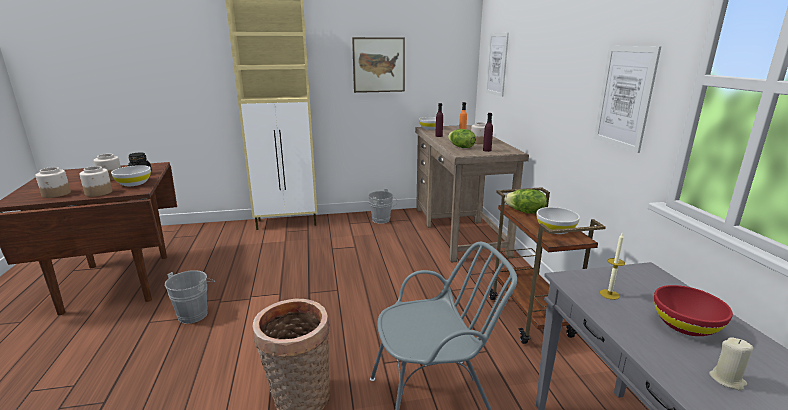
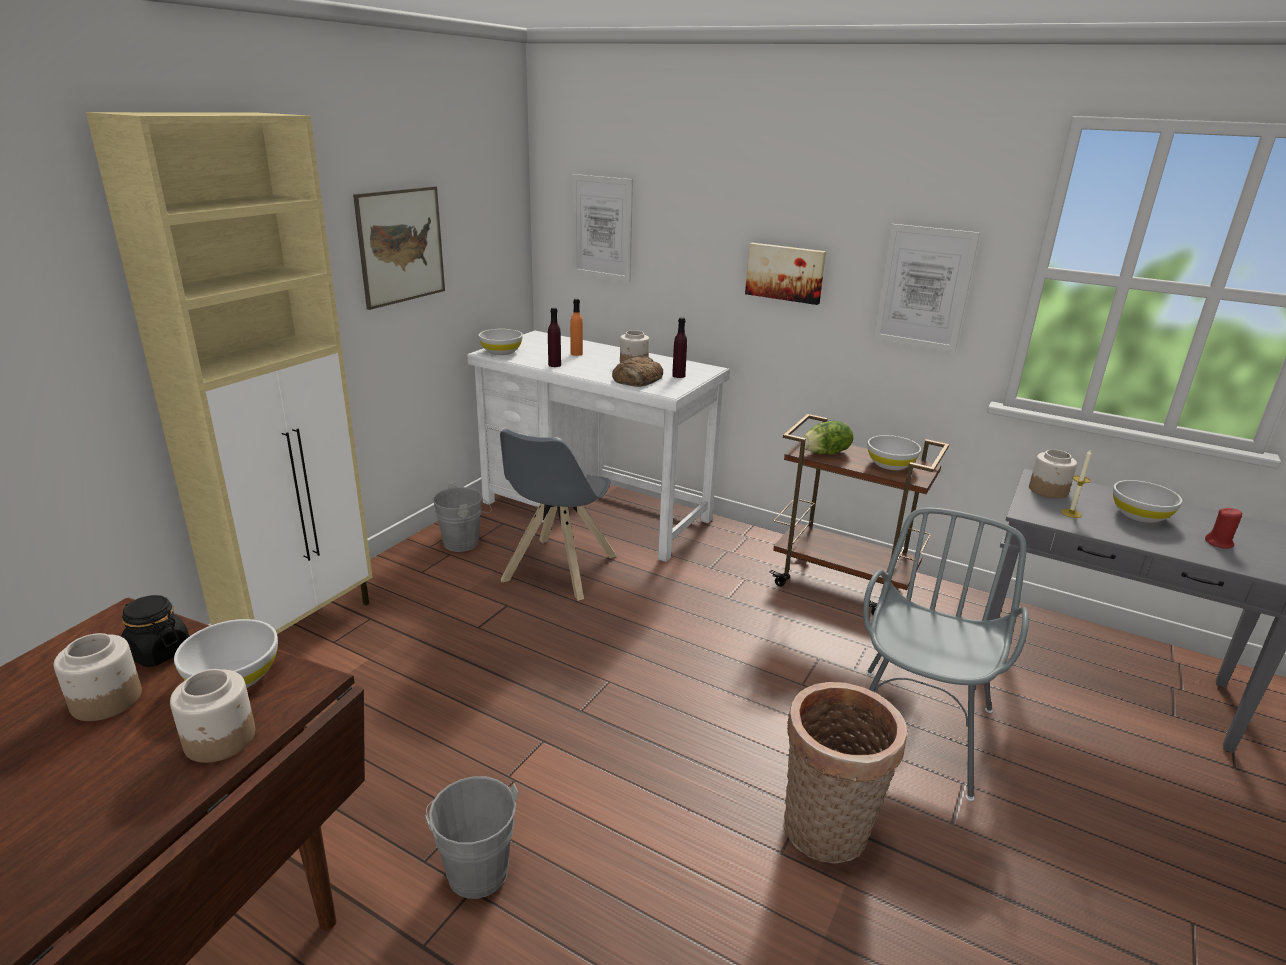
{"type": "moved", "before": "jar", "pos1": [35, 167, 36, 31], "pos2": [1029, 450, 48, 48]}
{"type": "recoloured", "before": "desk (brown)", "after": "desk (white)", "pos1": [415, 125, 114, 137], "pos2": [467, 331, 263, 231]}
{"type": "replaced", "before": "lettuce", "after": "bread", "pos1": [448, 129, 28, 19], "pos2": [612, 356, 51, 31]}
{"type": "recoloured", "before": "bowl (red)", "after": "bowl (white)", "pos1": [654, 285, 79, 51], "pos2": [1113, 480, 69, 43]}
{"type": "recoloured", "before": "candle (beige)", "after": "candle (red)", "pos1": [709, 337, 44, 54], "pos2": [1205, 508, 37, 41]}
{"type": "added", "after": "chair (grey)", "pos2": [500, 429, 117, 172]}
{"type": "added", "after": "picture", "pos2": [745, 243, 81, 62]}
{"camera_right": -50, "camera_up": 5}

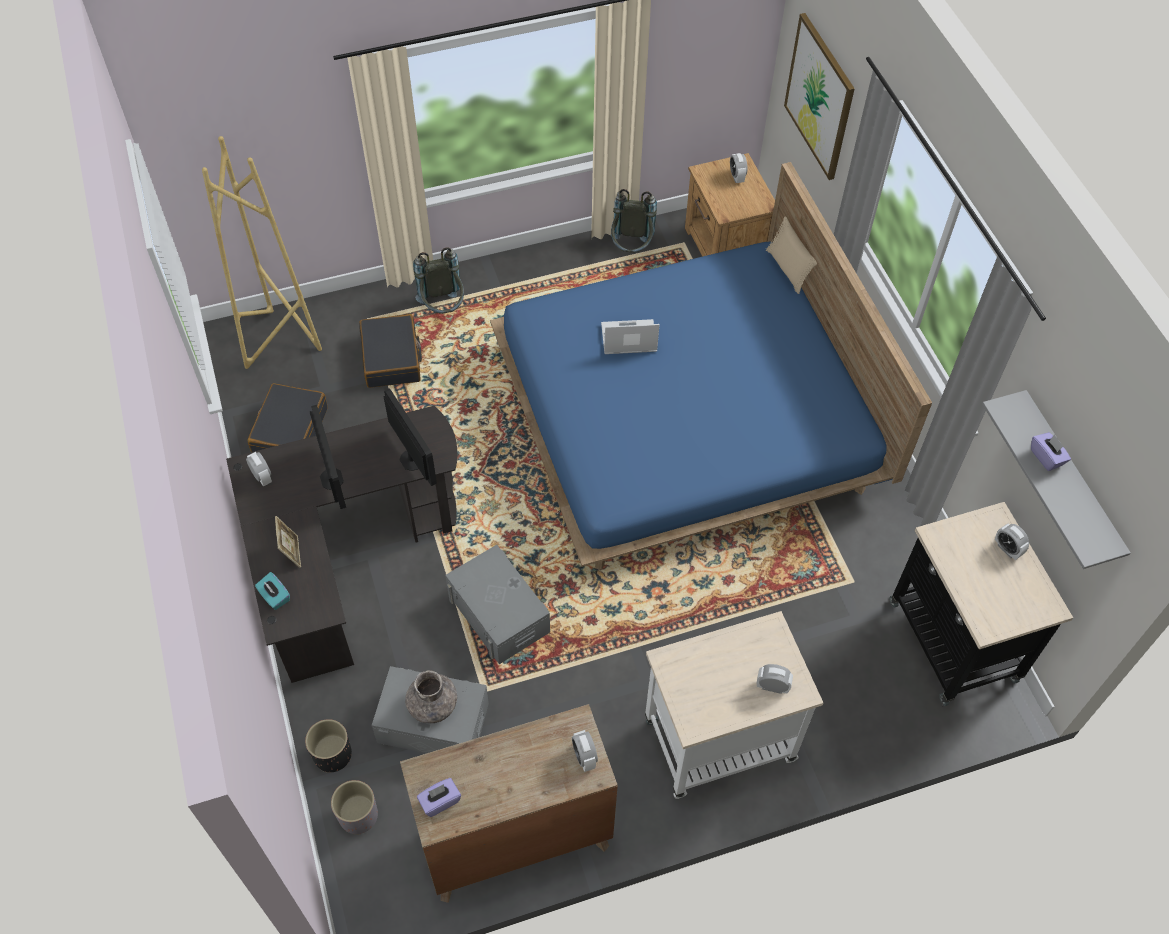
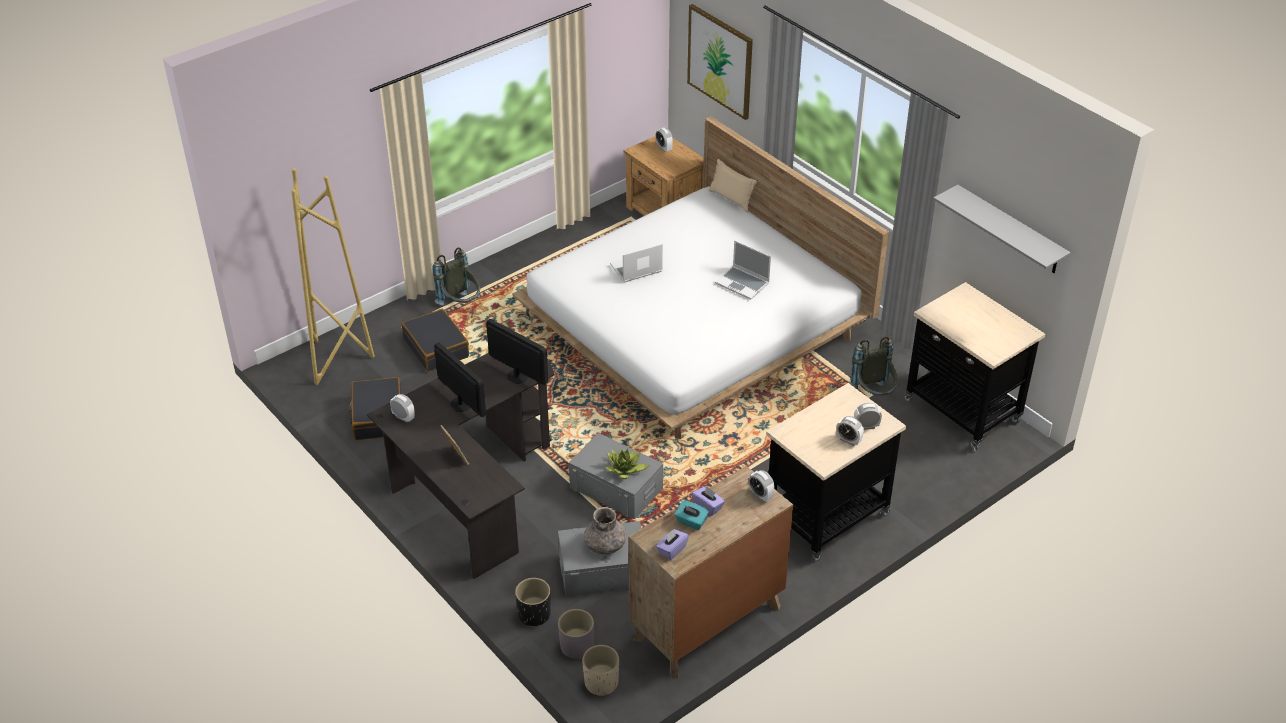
{"type": "moved", "before": "tissue box (turquoise)", "pos1": [255, 572, 35, 38], "pos2": [675, 501, 34, 29]}
{"type": "recoloured", "before": "bed (blue)", "after": "bed (white)", "pos1": [490, 162, 442, 408], "pos2": [512, 116, 377, 323]}
{"type": "moved", "before": "backpack (grey)", "pos1": [610, 189, 47, 64], "pos2": [848, 336, 50, 60]}
{"type": "recoloured", "before": "cart (white)", "after": "cart (black)", "pos1": [645, 611, 178, 188], "pos2": [766, 383, 140, 179]}
{"type": "moved", "before": "alarm clock", "pos1": [995, 523, 34, 37], "pos2": [836, 416, 28, 30]}
{"type": "moved", "before": "tissue box (purple)", "pos1": [1031, 432, 40, 39], "pos2": [692, 486, 33, 30]}
{"type": "added", "after": "planter (beige)", "pos2": [582, 645, 37, 51]}
{"type": "added", "after": "potted plant", "pos2": [606, 448, 43, 31]}
{"type": "added", "after": "laptop", "pos2": [715, 240, 56, 60]}
{"camera_right": -20, "camera_up": -15}

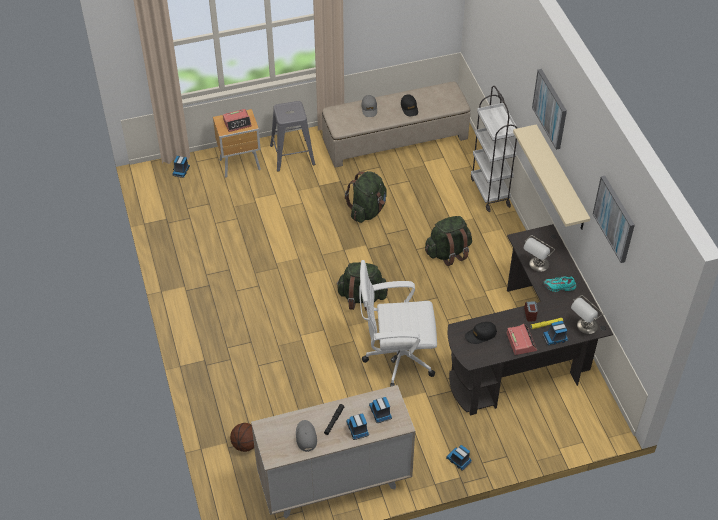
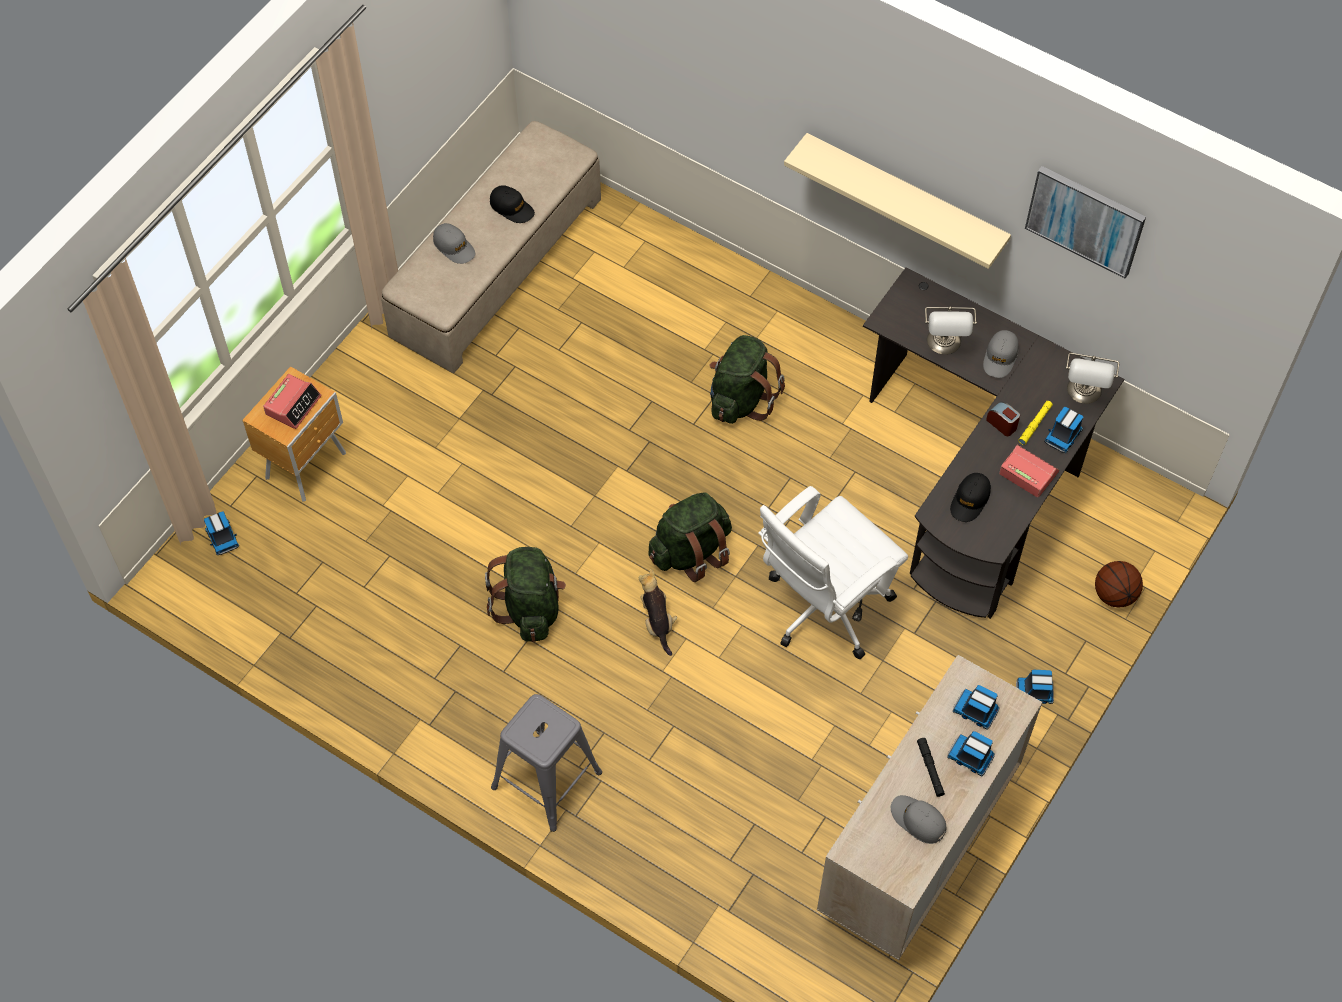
{"type": "moved", "before": "basketball", "pos1": [230, 423, 24, 29], "pos2": [1095, 561, 48, 46]}
{"type": "moved", "before": "stool (grey)", "pos1": [270, 101, 45, 71], "pos2": [491, 694, 111, 138]}
{"type": "moved", "before": "backpack (green)", "pos1": [345, 171, 42, 52], "pos2": [485, 547, 81, 95]}
{"type": "removed", "before": "cart (white)", "pos1": [471, 86, 46, 126]}
{"type": "removed", "before": "picture", "pos1": [532, 69, 35, 81]}
{"type": "replaced", "before": "shoe (turquoise)", "after": "cap (grey)", "pos1": [544, 276, 32, 16], "pos2": [983, 330, 36, 48]}
{"type": "added", "after": "plush toy", "pos2": [639, 569, 38, 87]}
{"camera_right": -40, "camera_up": 10}

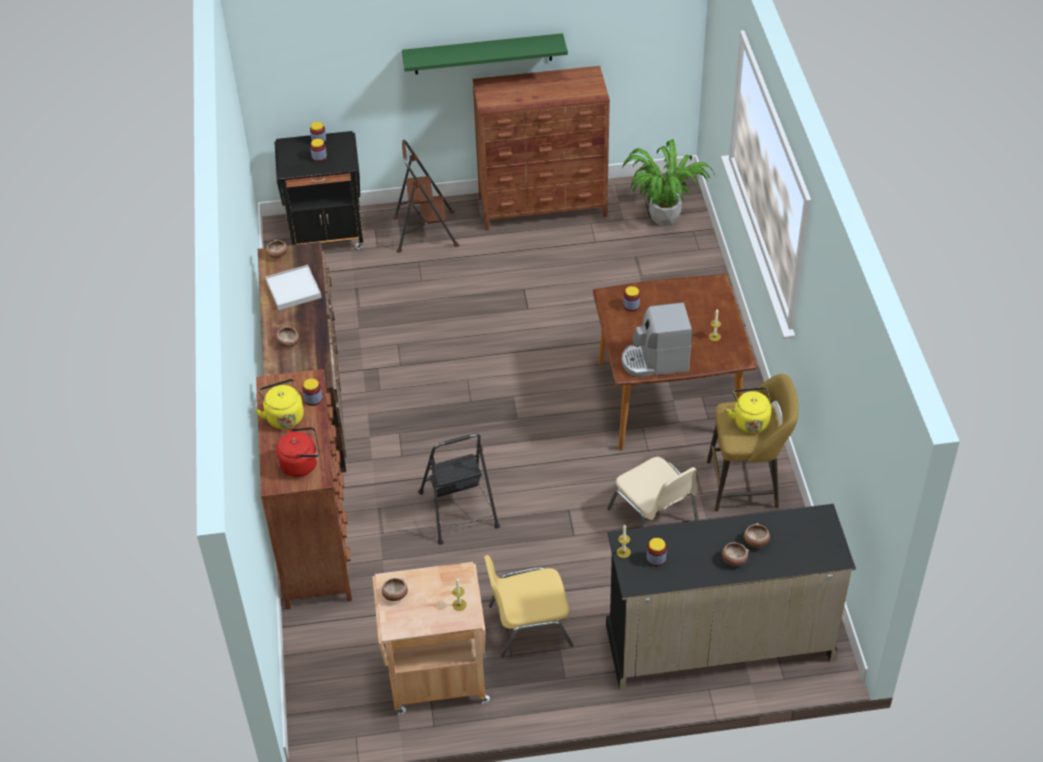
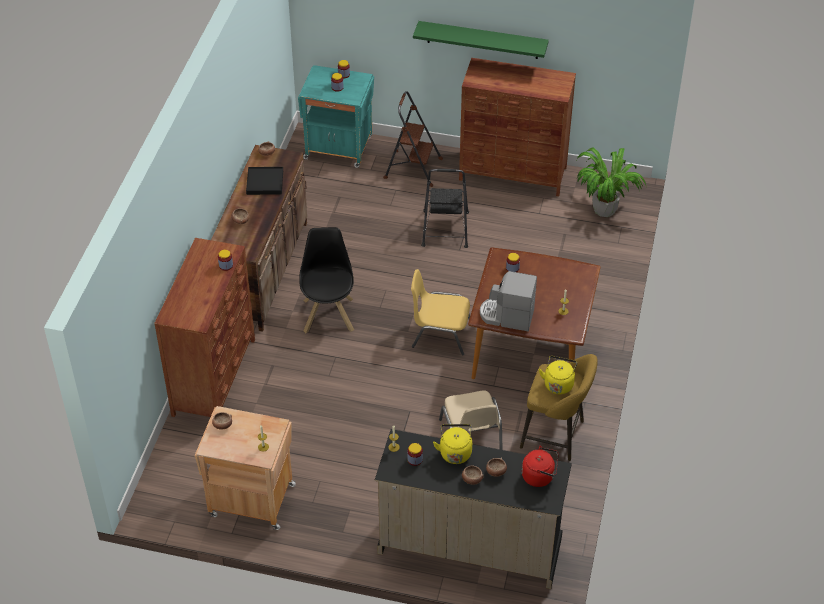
{"type": "moved", "before": "kettle (yellow)", "pos1": [255, 379, 49, 50], "pos2": [433, 424, 39, 40]}
{"type": "recoloured", "before": "tray (white)", "after": "tray (black)", "pos1": [265, 265, 57, 45], "pos2": [246, 167, 37, 28]}
{"type": "recoloured", "before": "cart (black)", "after": "cart (turquoise)", "pos1": [274, 131, 90, 118], "pos2": [298, 65, 76, 103]}
{"type": "moved", "before": "kettle (red)", "pos1": [276, 427, 43, 50], "pos2": [522, 446, 37, 41]}
{"type": "moved", "before": "step ladder (black)", "pos1": [418, 434, 82, 111], "pos2": [421, 169, 48, 79]}
{"type": "moved", "before": "chair (yellow)", "pos1": [484, 555, 89, 103], "pos2": [411, 269, 59, 87]}
{"type": "added", "after": "chair (black)", "pos2": [299, 227, 55, 106]}
{"camera_right": 20, "camera_up": 0}

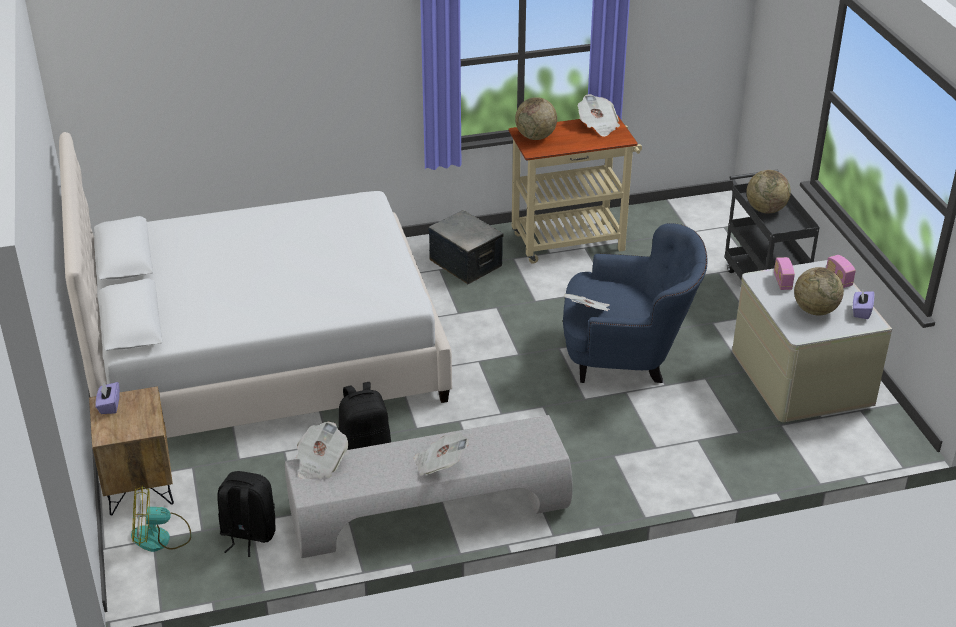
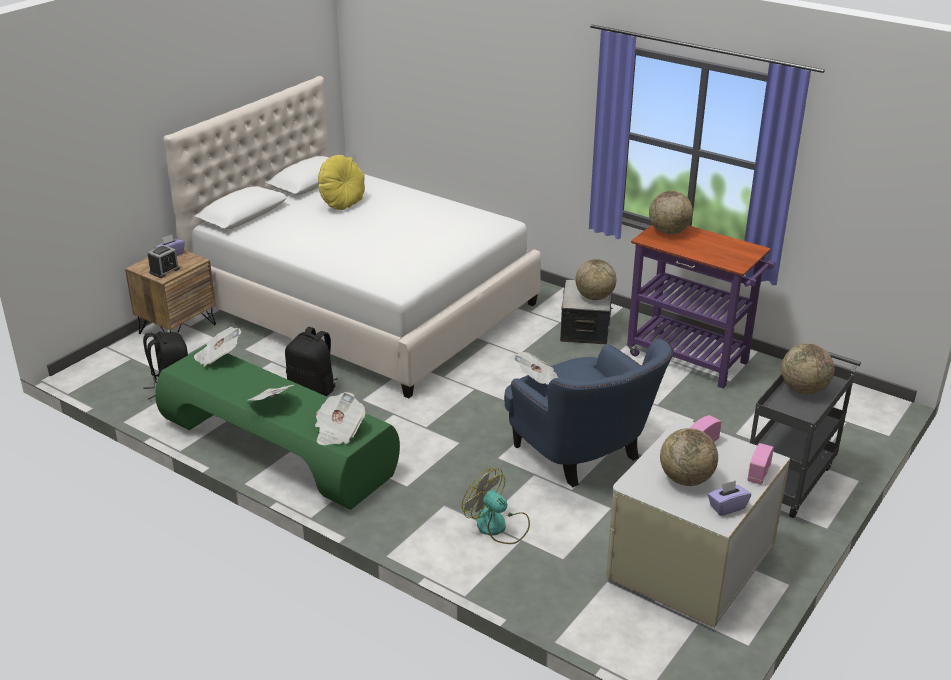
{"type": "moved", "before": "fan", "pos1": [131, 485, 61, 67], "pos2": [462, 468, 68, 76]}
{"type": "recoloured", "before": "bench (grey)", "after": "bench (green)", "pos1": [285, 415, 288, 143], "pos2": [155, 345, 245, 165]}
{"type": "recoloured", "before": "cart (beige)", "after": "cart (purple)", "pos1": [508, 115, 134, 149], "pos2": [627, 225, 147, 164]}
{"type": "moved", "before": "newspaper", "pos1": [578, 94, 42, 43], "pos2": [315, 392, 51, 53]}
{"type": "added", "after": "alarm clock", "pos2": [147, 245, 33, 33]}
{"type": "added", "after": "pillow (yellow)", "pos2": [318, 155, 47, 55]}
{"type": "added", "after": "globe", "pos2": [575, 259, 41, 41]}
{"camera_right": 50, "camera_up": -5}

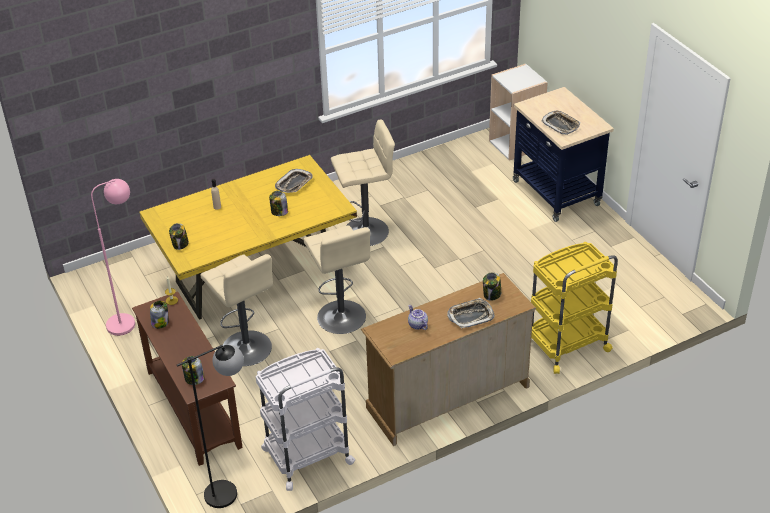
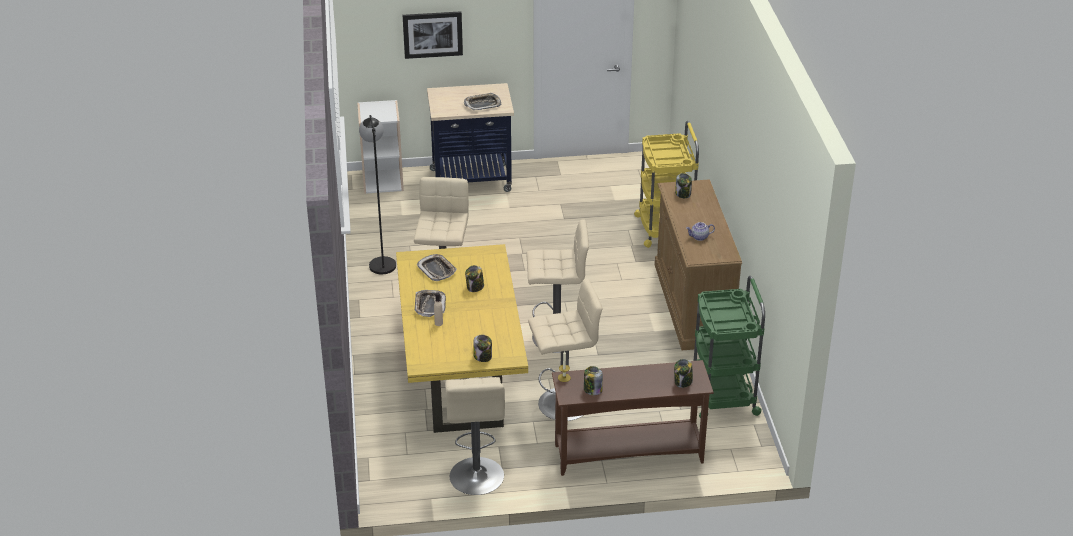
{"type": "replaced", "before": "floor lamp (pink)", "after": "stool (beige)", "pos1": [91, 179, 44, 157], "pos2": [445, 377, 60, 118]}
{"type": "moved", "before": "floor lamp (black)", "pos1": [177, 345, 67, 163], "pos2": [359, 115, 37, 159]}
{"type": "recoloured", "before": "cart (white)", "after": "cart (green)", "pos1": [256, 348, 99, 143], "pos2": [694, 276, 71, 142]}
{"type": "moved", "before": "tray", "pos1": [447, 298, 48, 31], "pos2": [415, 290, 31, 27]}
{"type": "added", "after": "picture", "pos2": [403, 11, 60, 48]}
{"camera_right": -70, "camera_up": -5}

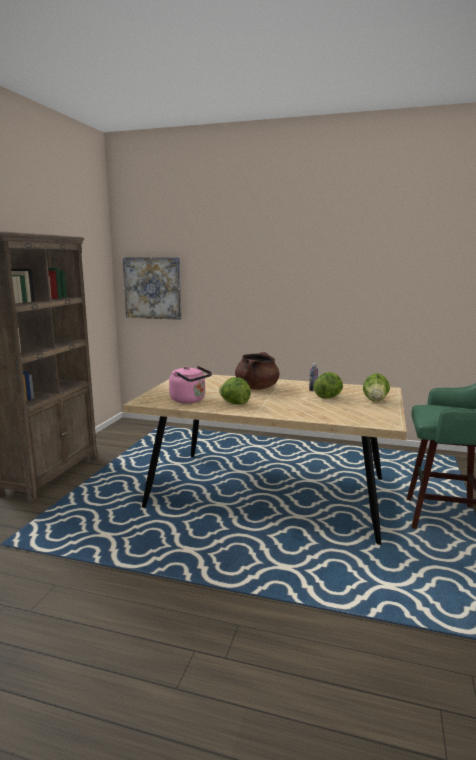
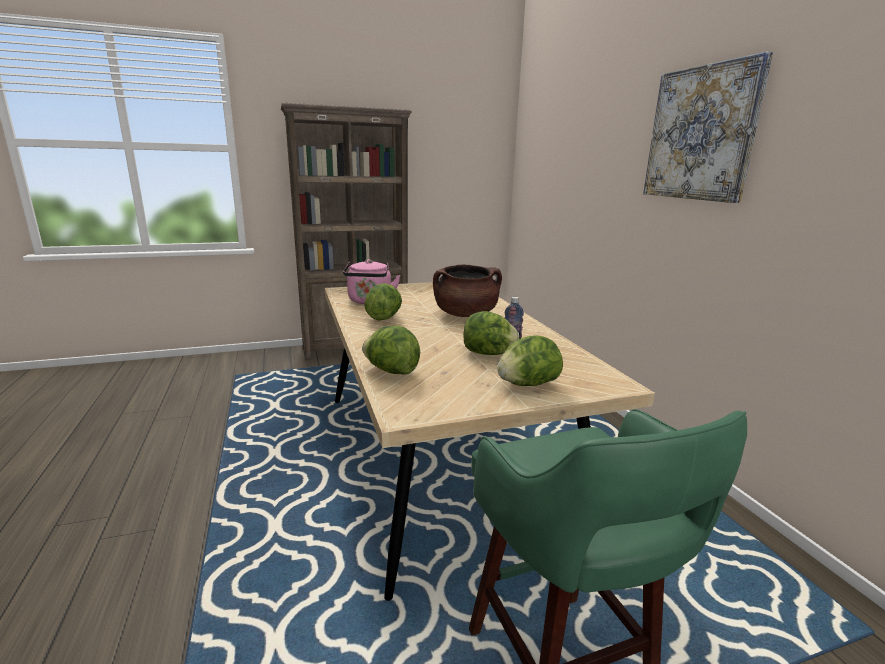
{"type": "moved", "before": "picture", "pos1": [123, 257, 59, 63], "pos2": [643, 51, 130, 152]}
{"type": "added", "after": "lettuce", "pos2": [362, 326, 58, 49]}
{"camera_right": 55, "camera_up": 5}

